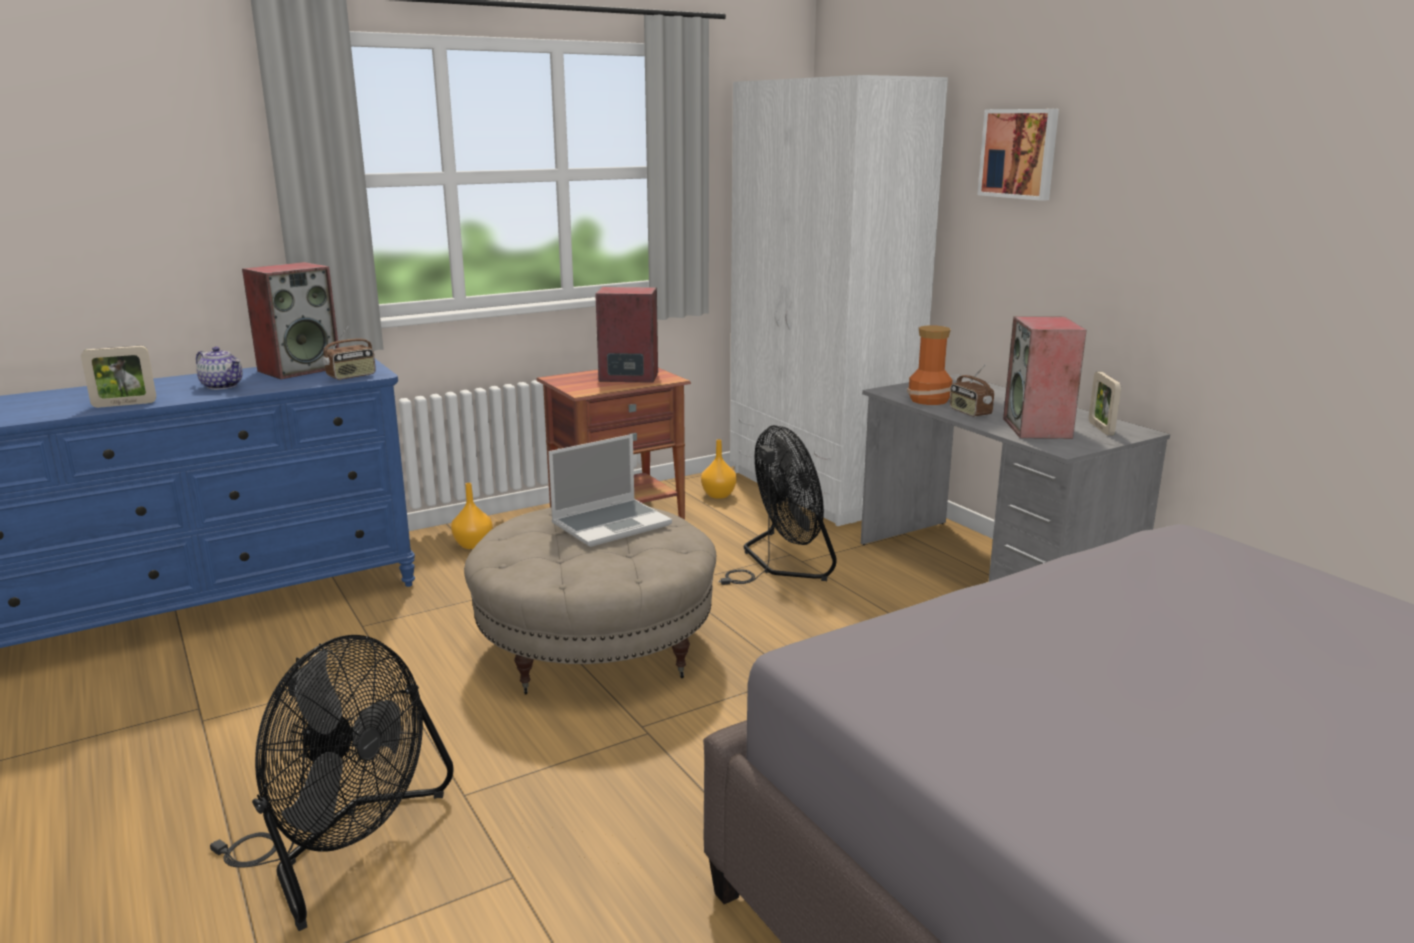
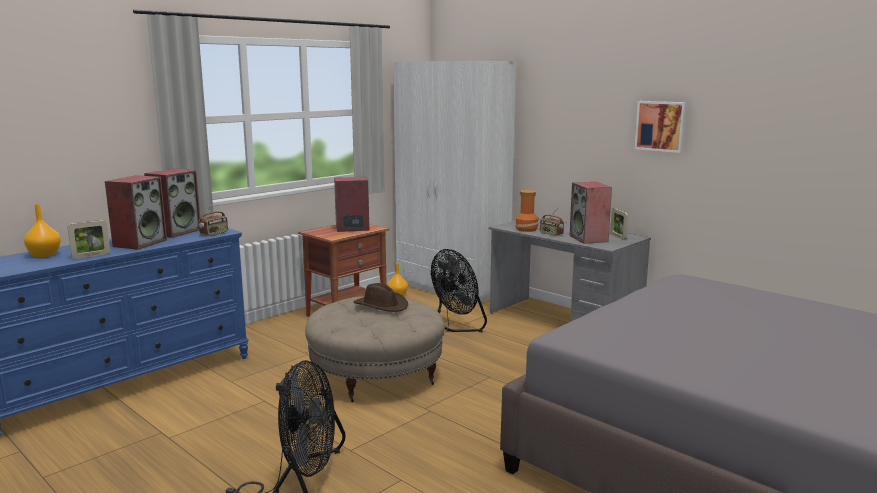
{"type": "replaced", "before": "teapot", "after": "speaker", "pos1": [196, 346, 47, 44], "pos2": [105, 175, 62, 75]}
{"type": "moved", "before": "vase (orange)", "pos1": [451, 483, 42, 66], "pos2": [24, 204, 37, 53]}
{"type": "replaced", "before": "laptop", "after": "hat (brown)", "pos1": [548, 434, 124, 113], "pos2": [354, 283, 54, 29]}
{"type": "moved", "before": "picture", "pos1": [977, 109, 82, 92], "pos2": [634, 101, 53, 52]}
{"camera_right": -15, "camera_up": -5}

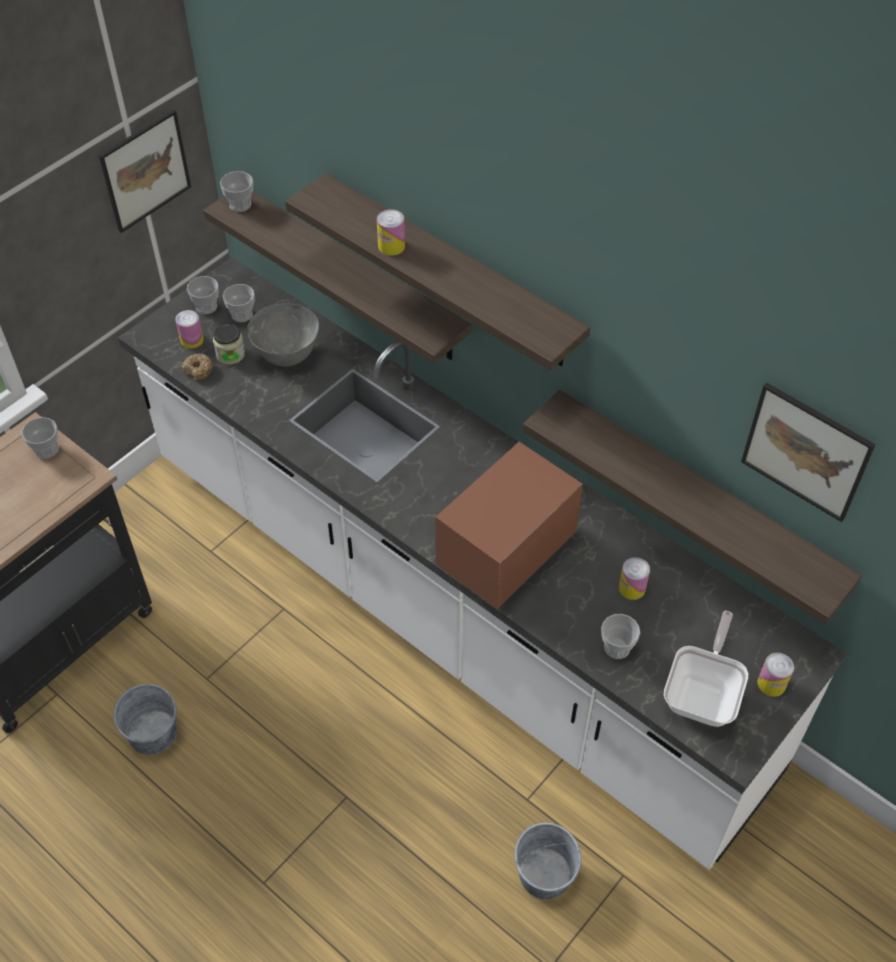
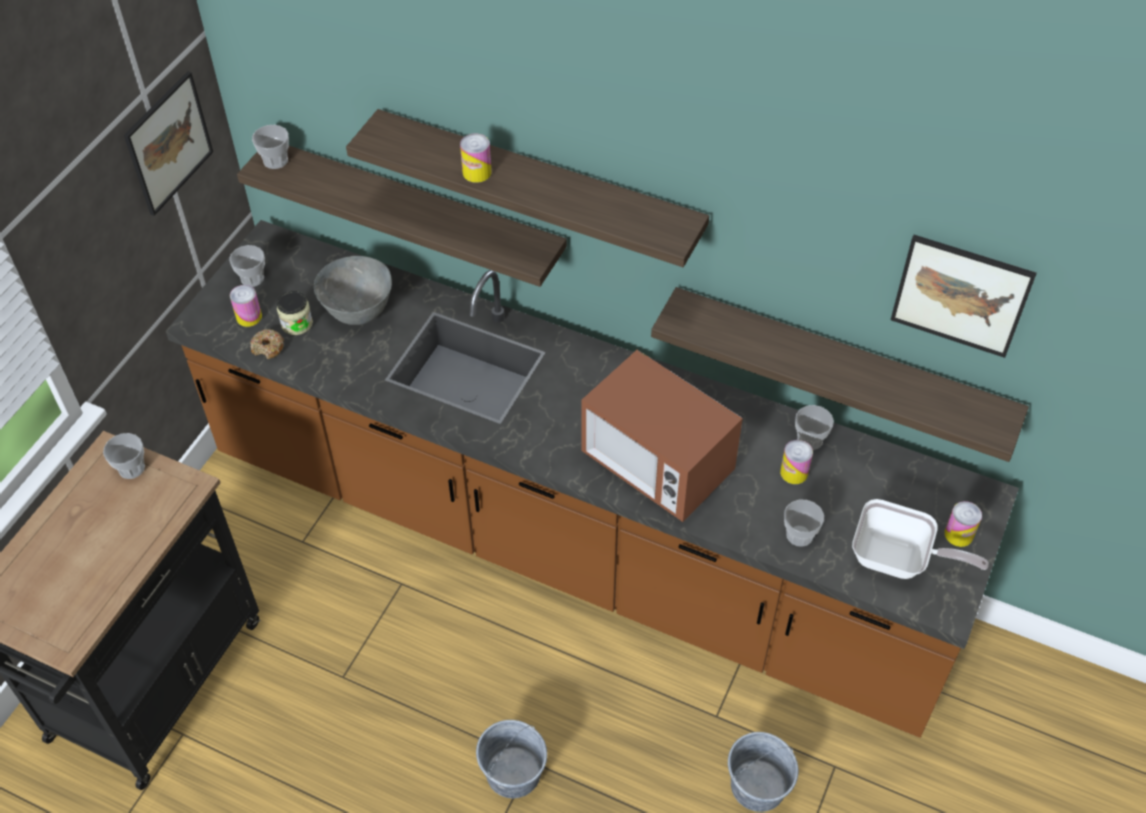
{"type": "moved", "before": "bucket (grey)", "pos1": [113, 684, 65, 71], "pos2": [476, 720, 71, 79]}
{"type": "recoloured", "before": "counter (white)", "after": "counter (brown)", "pos1": [118, 257, 729, 613], "pos2": [166, 220, 853, 518]}
{"type": "moved", "before": "cup", "pos1": [223, 284, 32, 38], "pos2": [795, 405, 39, 45]}
{"type": "turned", "before": "microwave", "pos1": [435, 442, 148, 167], "pos2": [582, 350, 161, 172], "turn": -75}
{"type": "turned", "before": "frying pan", "pos1": [664, 611, 84, 116], "pos2": [852, 499, 137, 80], "turn": 105}
{"camera_right": -15, "camera_up": 0}

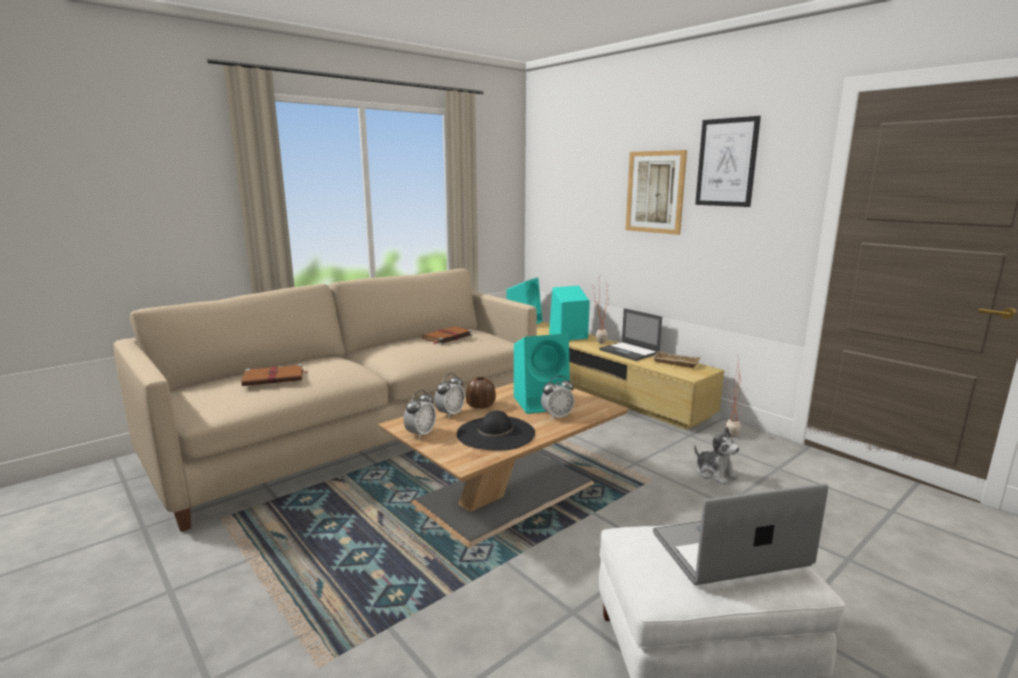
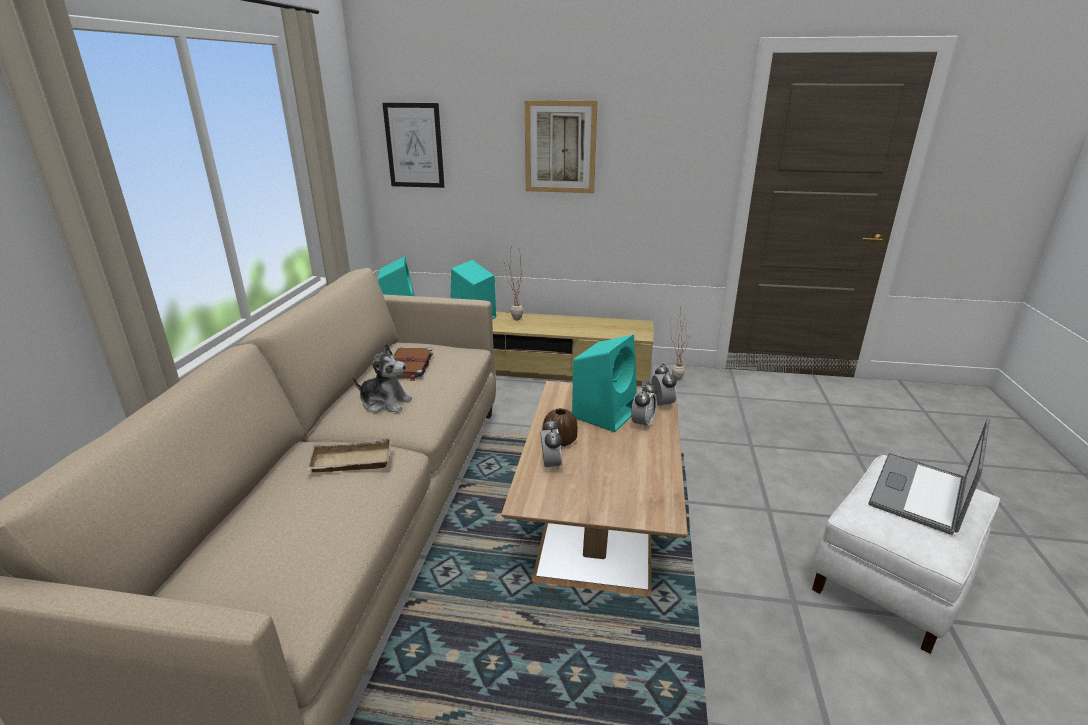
{"type": "removed", "before": "book (brown)", "pos1": [241, 364, 67, 22]}
{"type": "moved", "before": "alarm clock", "pos1": [404, 390, 32, 49], "pos2": [651, 364, 26, 44]}
{"type": "removed", "before": "hat (black)", "pos1": [457, 410, 78, 41]}
{"type": "removed", "before": "laptop", "pos1": [599, 308, 63, 53]}
{"type": "moved", "before": "tray (beige)", "pos1": [651, 351, 50, 17], "pos2": [305, 437, 87, 35]}
{"type": "moved", "before": "plush toy", "pos1": [694, 427, 46, 58], "pos2": [352, 343, 60, 70]}
{"type": "moved", "before": "picture", "pos1": [695, 116, 66, 91], "pos2": [382, 103, 62, 85]}
{"camera_right": -40, "camera_up": 10}

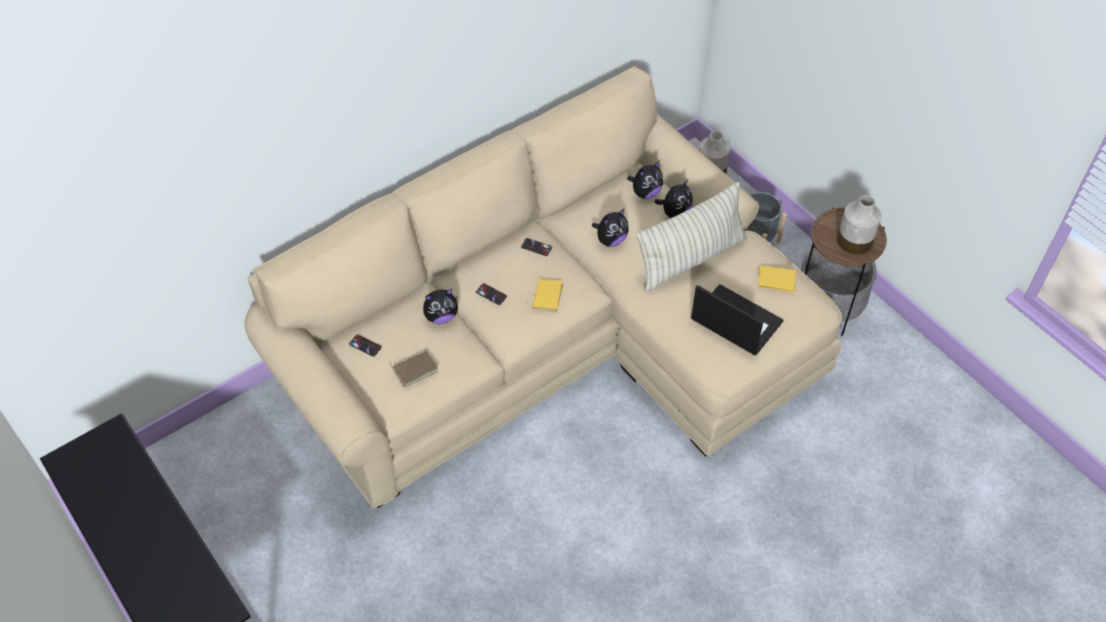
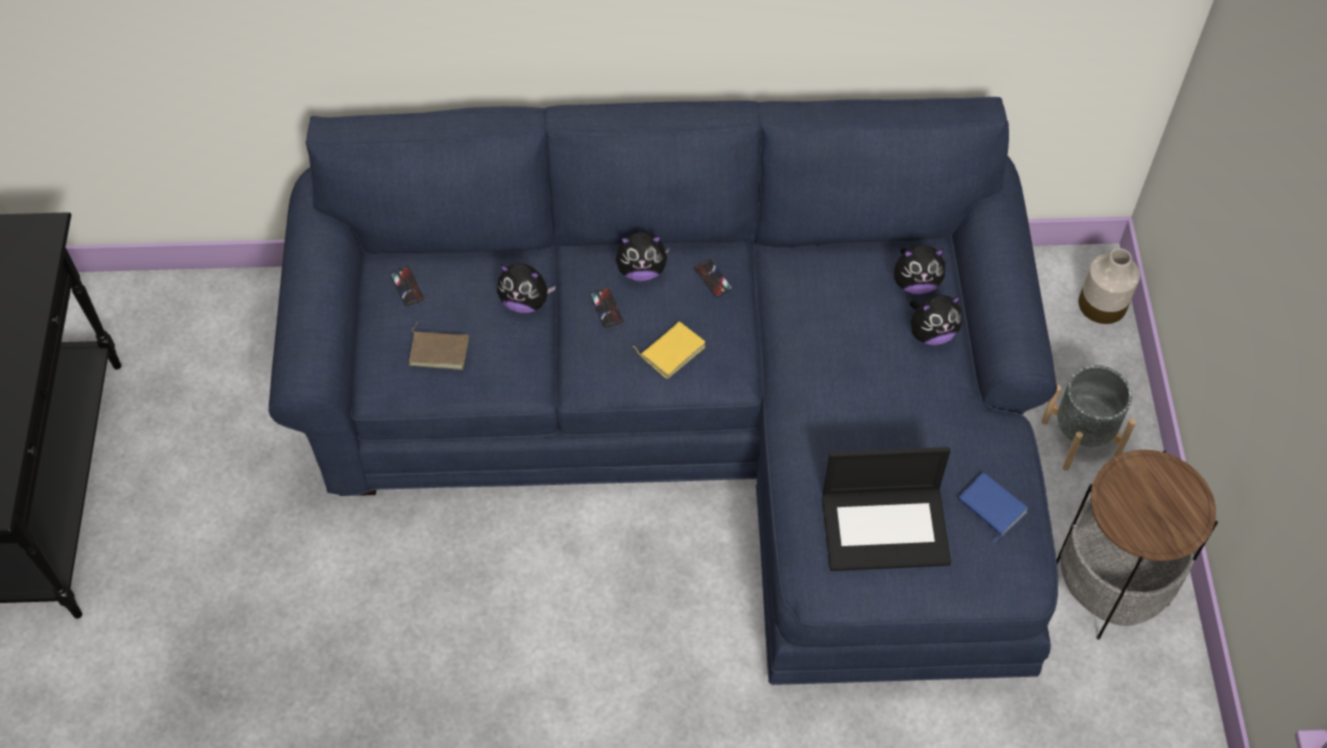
{"type": "recoloured", "before": "sofa (beige)", "after": "sofa (blue)", "pos1": [245, 66, 597, 442], "pos2": [269, 97, 789, 588]}
{"type": "moved", "before": "plush toy", "pos1": [592, 209, 37, 38], "pos2": [616, 232, 54, 50]}
{"type": "removed", "before": "pillow", "pos1": [636, 182, 111, 110]}
{"type": "turned", "before": "laptop", "pos1": [691, 284, 92, 71], "pos2": [822, 447, 129, 124], "turn": 105}
{"type": "recoloured", "before": "book (yellow)", "after": "book (blue)", "pos1": [758, 266, 38, 31], "pos2": [958, 473, 70, 69]}
{"type": "removed", "before": "vase (beige)", "pos1": [837, 195, 44, 59]}
{"camera_right": 35, "camera_up": 5}

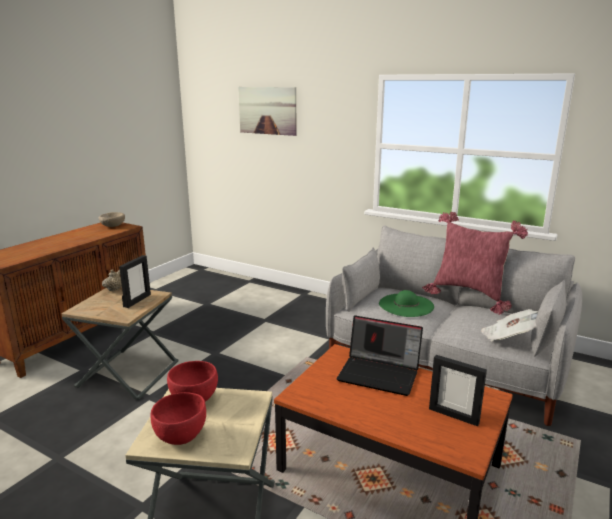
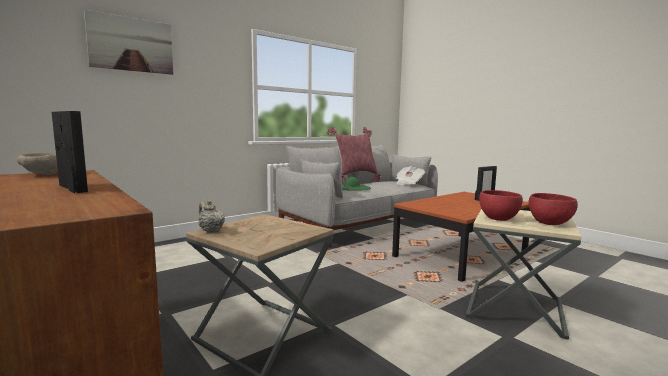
{"type": "moved", "before": "picture frame", "pos1": [119, 255, 32, 53], "pos2": [52, 111, 36, 82]}
{"type": "removed", "before": "laptop", "pos1": [337, 315, 86, 81]}
{"camera_right": -70, "camera_up": -10}

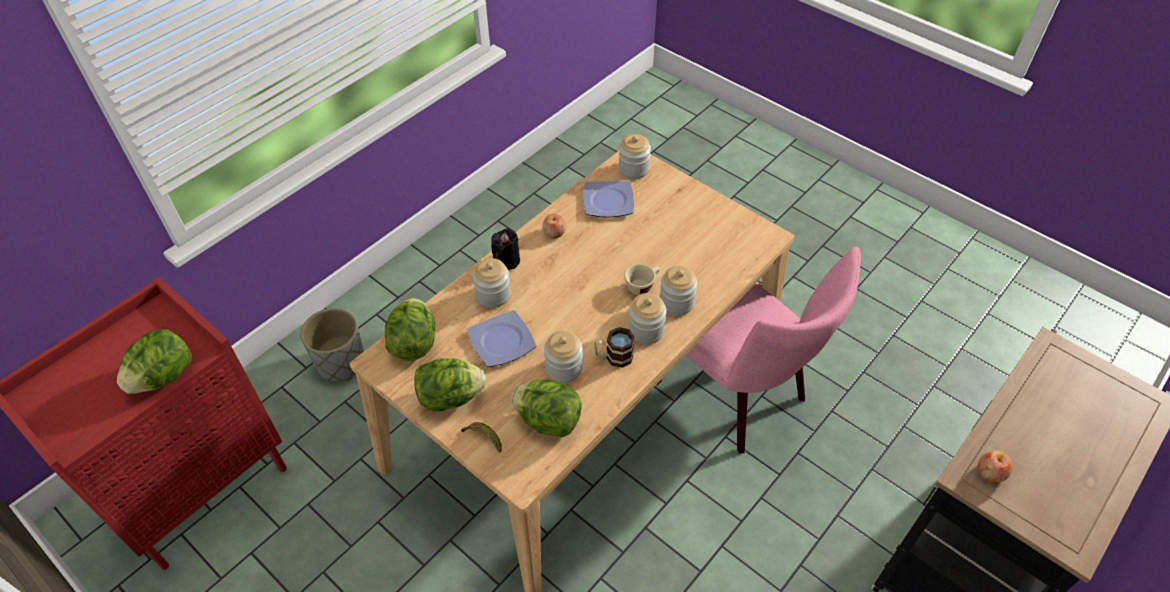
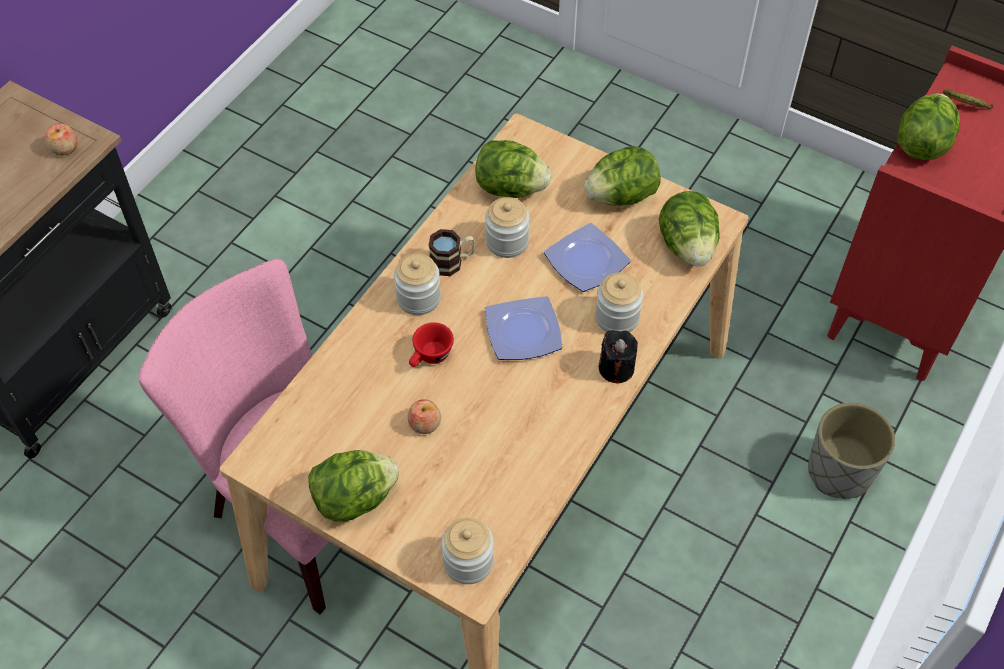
{"type": "moved", "before": "banana", "pos1": [461, 422, 41, 30], "pos2": [943, 90, 50, 19]}
{"type": "moved", "before": "apple", "pos1": [542, 214, 24, 25], "pos2": [408, 399, 33, 35]}
{"type": "moved", "before": "plate", "pos1": [583, 181, 51, 36], "pos2": [486, 296, 76, 64]}
{"type": "recoloured", "before": "cup (beige)", "after": "cup (red)", "pos1": [624, 264, 36, 31], "pos2": [409, 322, 45, 45]}
{"type": "removed", "before": "jar", "pos1": [659, 266, 39, 50]}
{"type": "added", "after": "lettuce", "pos2": [308, 450, 91, 72]}
{"camera_right": 170, "camera_up": 5}

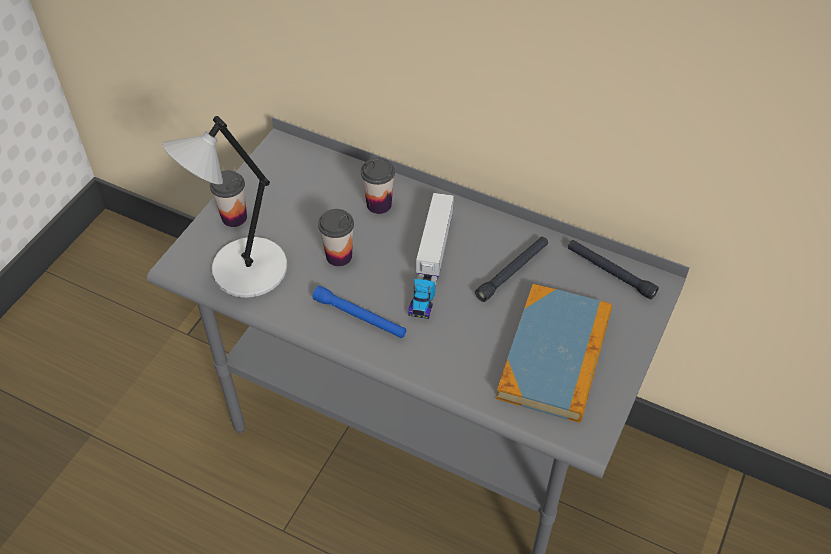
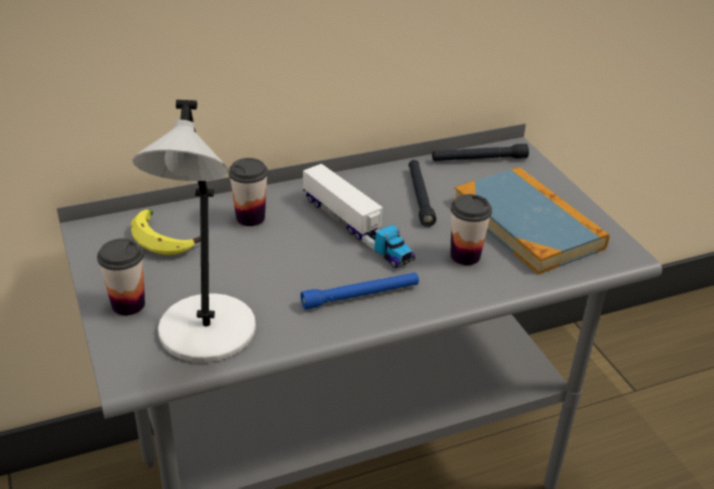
{"type": "moved", "before": "cup", "pos1": [318, 209, 36, 58], "pos2": [450, 194, 42, 71]}
{"type": "added", "after": "banana", "pos2": [131, 209, 70, 46]}
{"camera_right": -50, "camera_up": -15}

